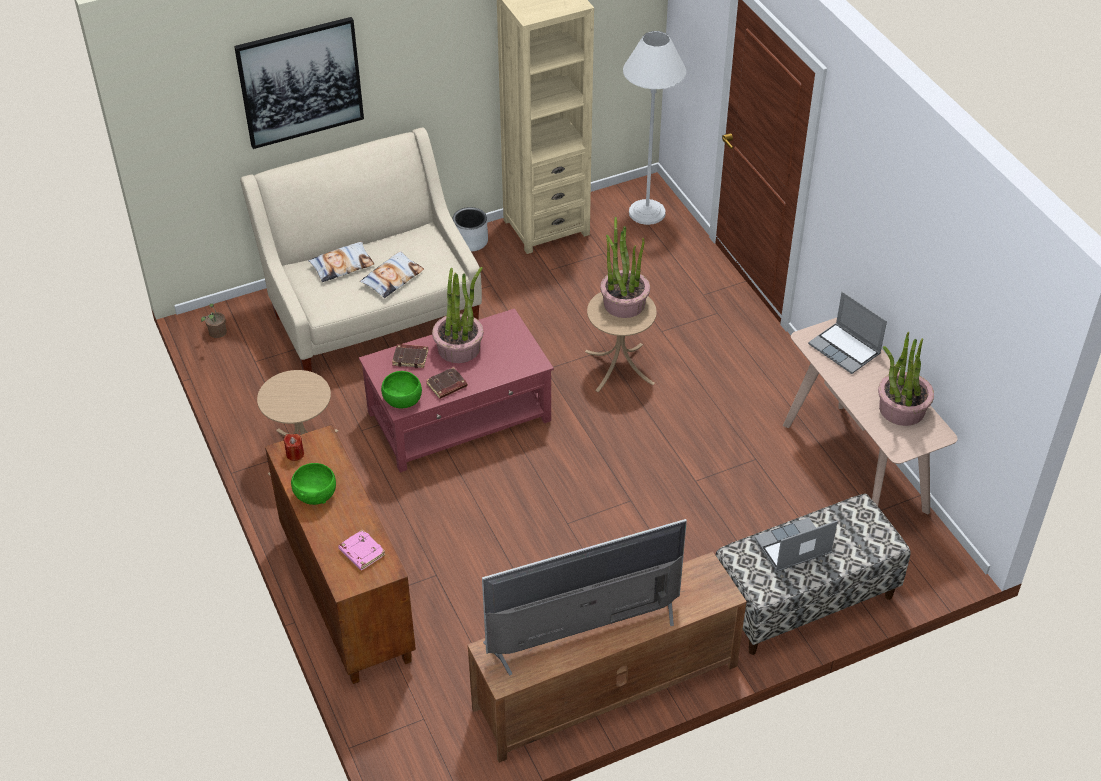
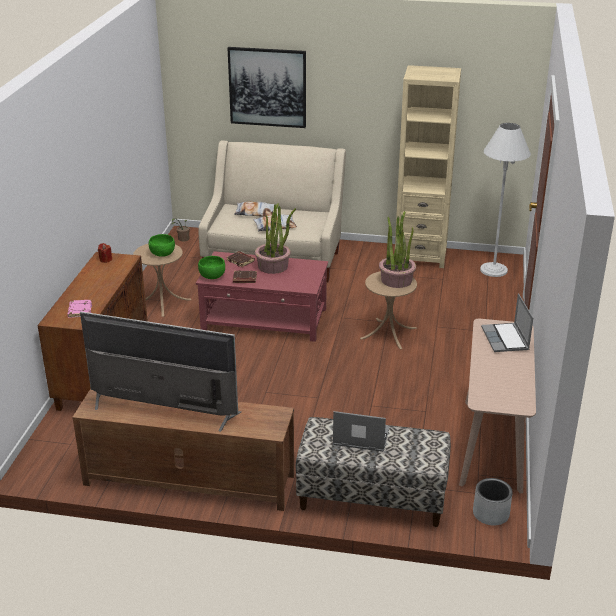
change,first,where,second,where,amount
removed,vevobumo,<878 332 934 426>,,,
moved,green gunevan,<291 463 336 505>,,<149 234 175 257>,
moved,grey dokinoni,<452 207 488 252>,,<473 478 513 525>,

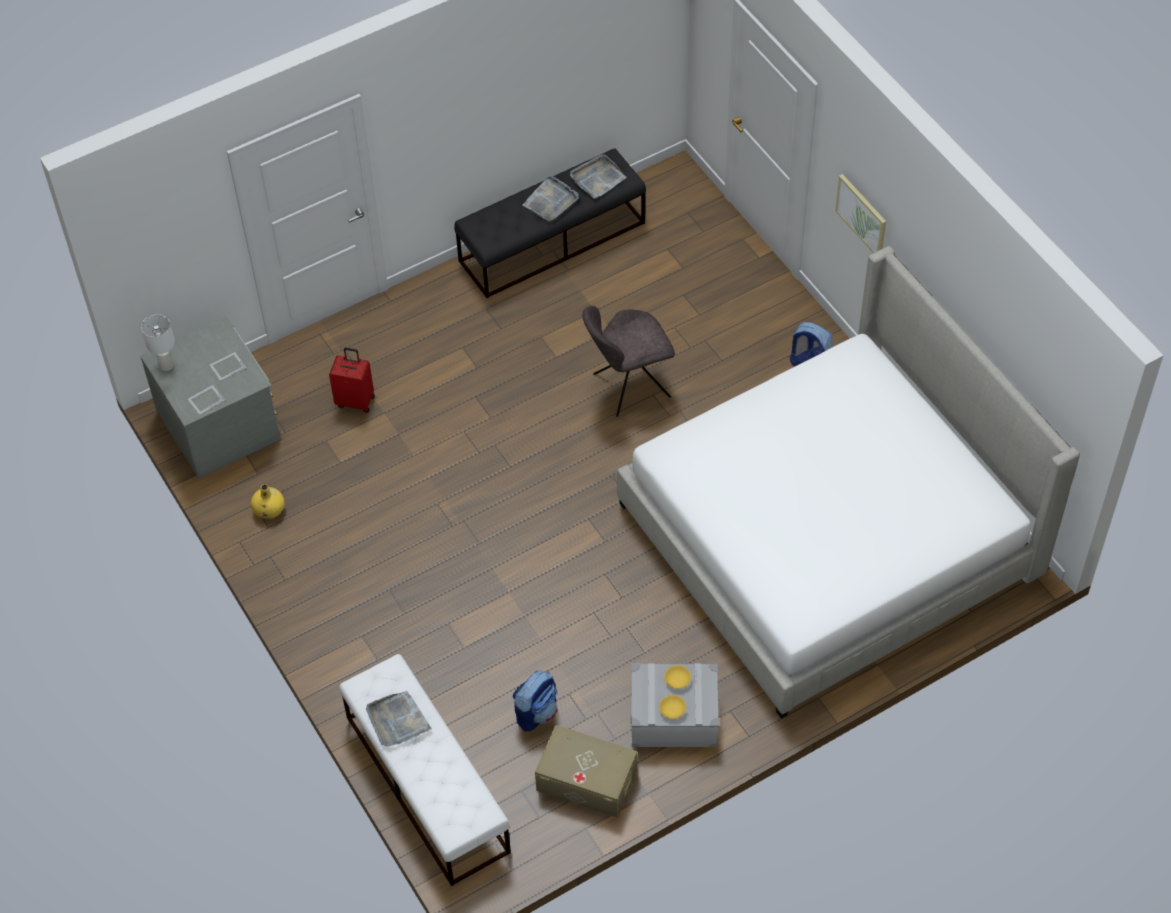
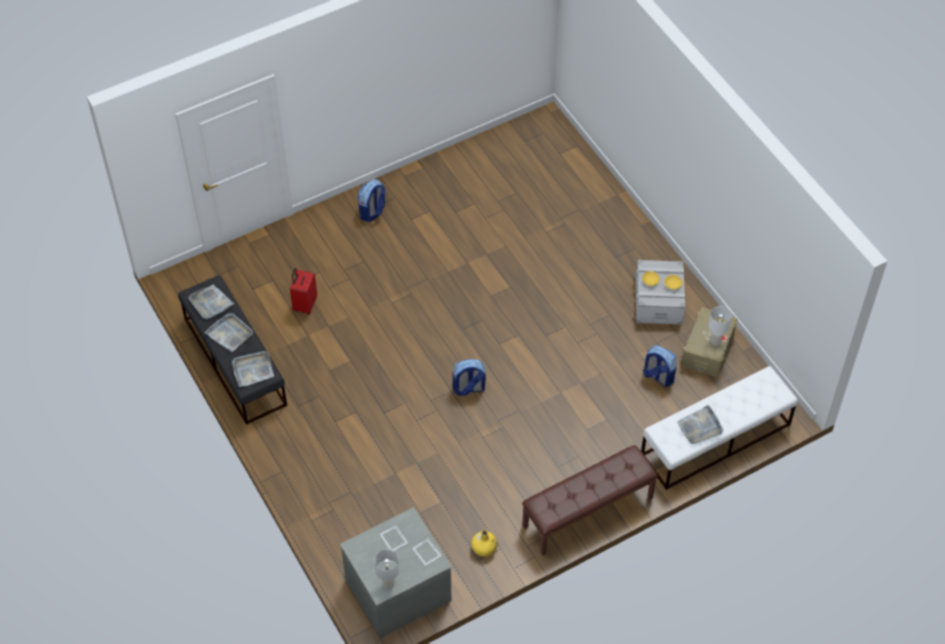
change,first,where,second,where,amount
removed,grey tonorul,<583 306 675 417>,,,
removed,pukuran,<617 246 1080 719>,,,
removed,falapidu,<835 174 886 253>,,,
added,,,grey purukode,<232 351 274 387>,
added,,,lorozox,<452 359 486 396>,
added,,,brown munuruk,<522 445 658 556>,
added,,,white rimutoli,<709 306 732 346>,
moved,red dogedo,<329 348 375 413>,,<290 268 317 315>,

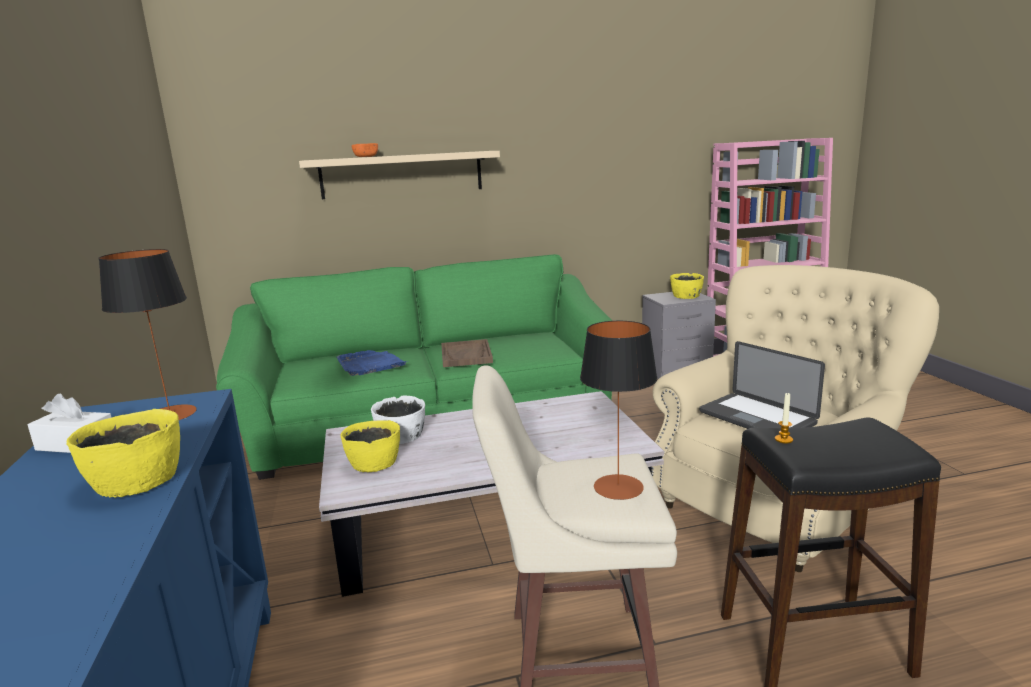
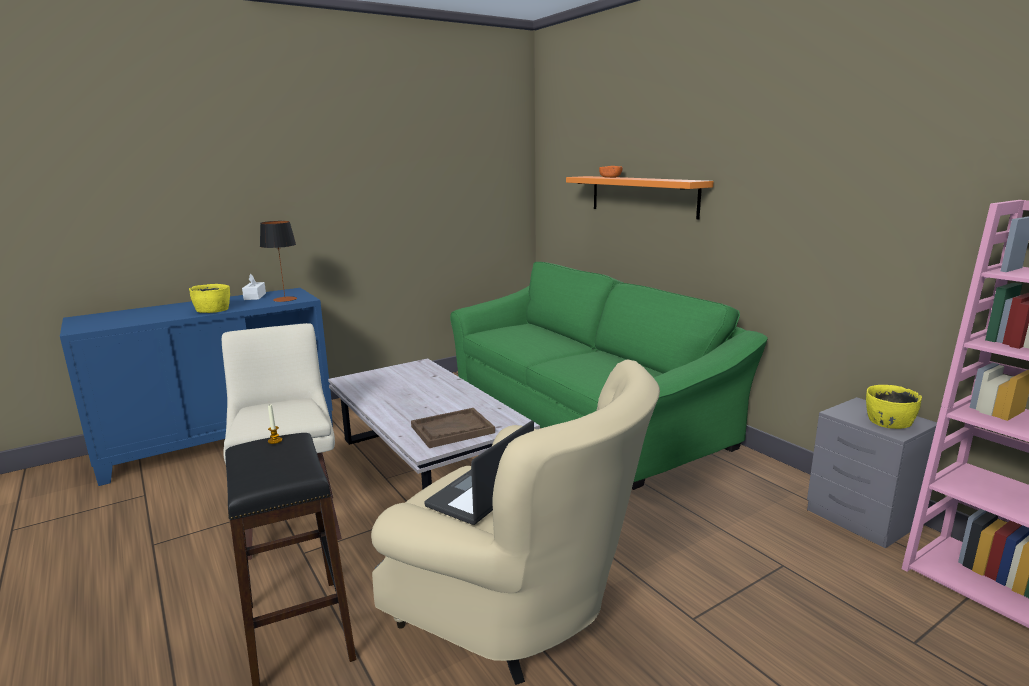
change,first,where,second,where,amount
removed,blue purukode,<337 350 408 376>,,,
removed,yellow gunevan,<340 420 400 472>,,,
removed,white gunevan,<371 396 425 444>,,,
removed,rimutoli,<580 321 657 500>,,,
moved,brown purukode,<441 339 493 367>,,<411 408 495 448>,
recoloured,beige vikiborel,<299 151 500 199>,orange vikiborel,<566 176 714 219>,

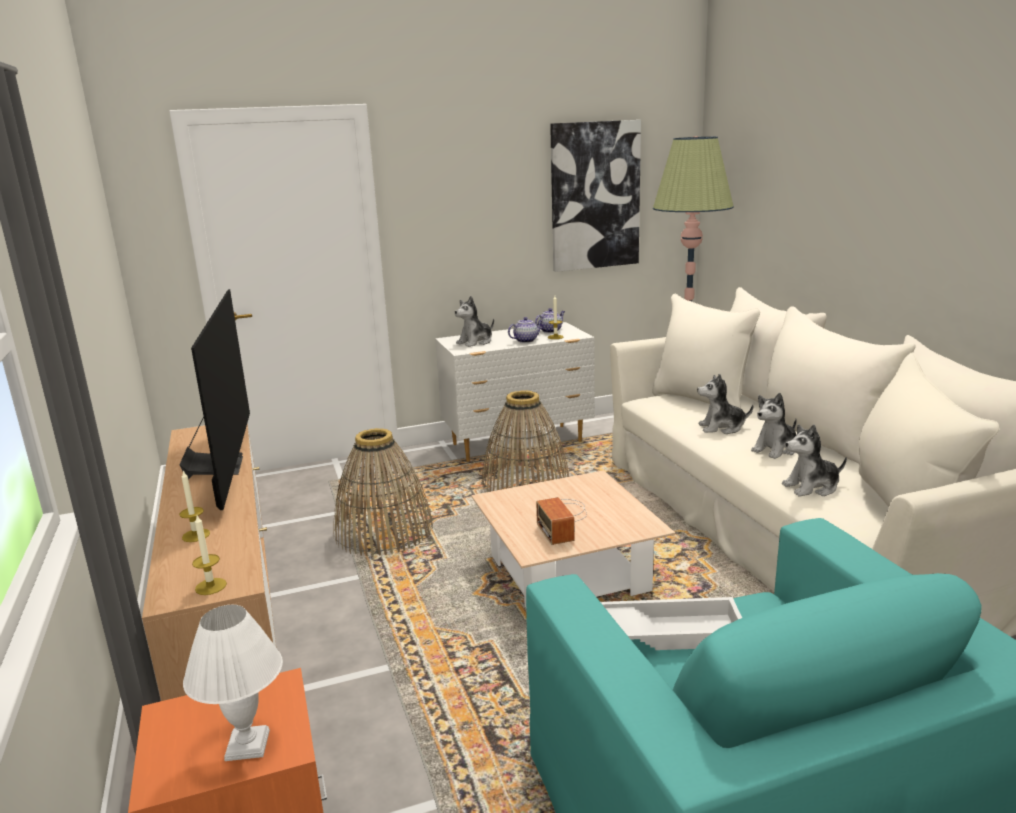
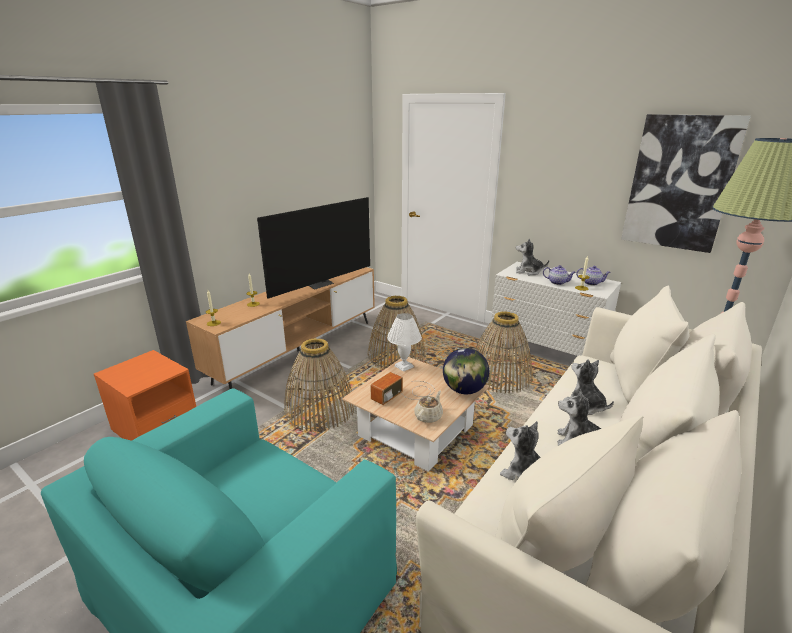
change,first,where,second,where,amount
removed,white purukode,<601 597 742 650>,,,
added,,,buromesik,<284 338 354 432>,
added,,,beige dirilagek,<414 390 443 423>,
added,,,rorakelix,<443 348 489 394>,
moved,white rimutoli,<183 605 283 761>,,<387 313 422 372>,

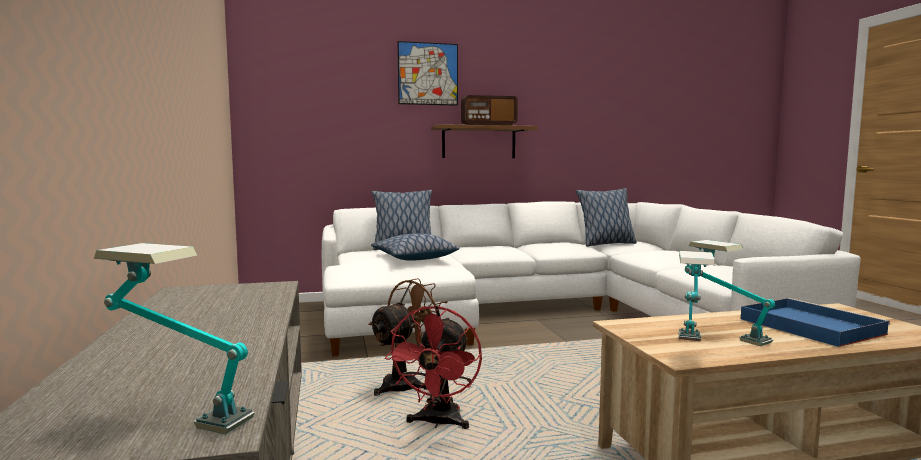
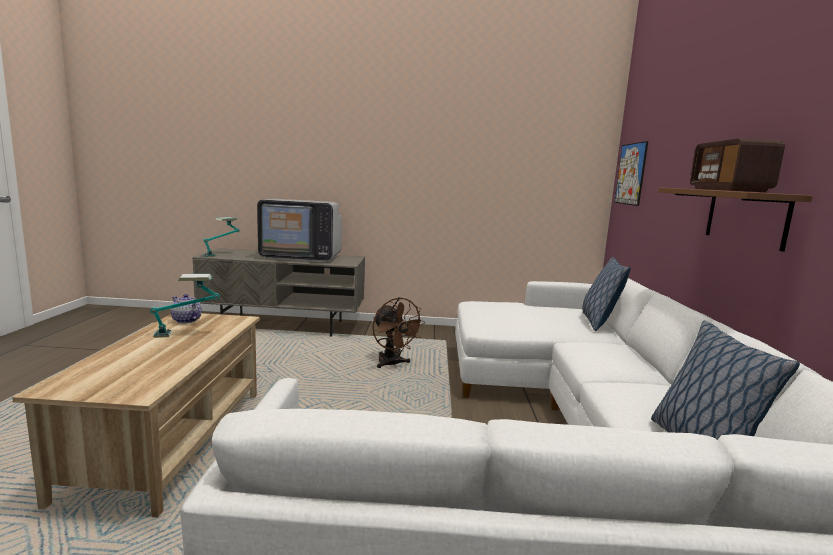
change,first,where,second,where,amount
removed,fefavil,<371 233 460 261>,,,
removed,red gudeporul,<385 305 482 429>,,,
removed,blue purukode,<741 298 890 347>,,,
added,,,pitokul,<257 199 342 263>,
moved,falapidu,<398 41 458 106>,,<614 141 648 206>,
replaced,rimutoli,<679 251 715 341>,dirilagek,<171 294 202 323>,

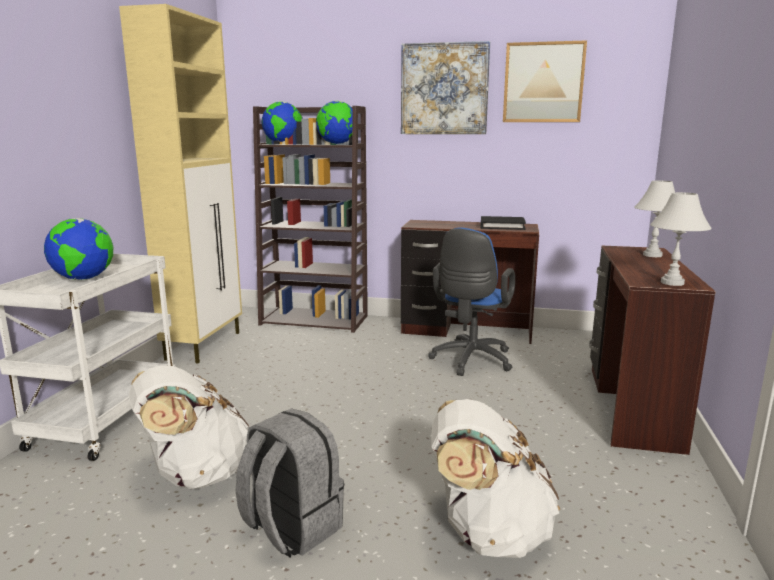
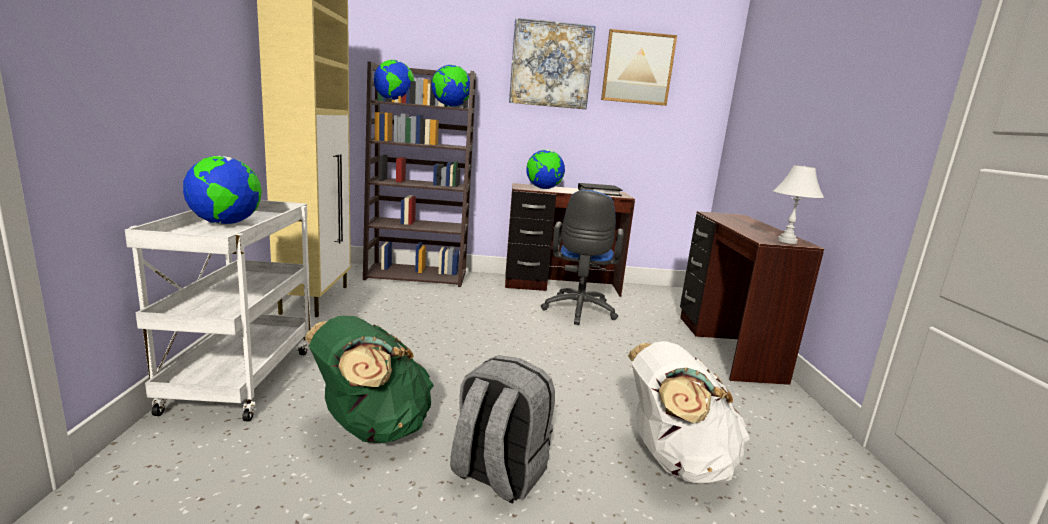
change,first,where,second,where,amount
removed,white rimutoli,<634 180 675 257>,,,
added,,,rorakelix,<526 149 565 189>,
recoloured,white lorozox,<129 366 249 489>,green lorozox,<305 316 434 444>,

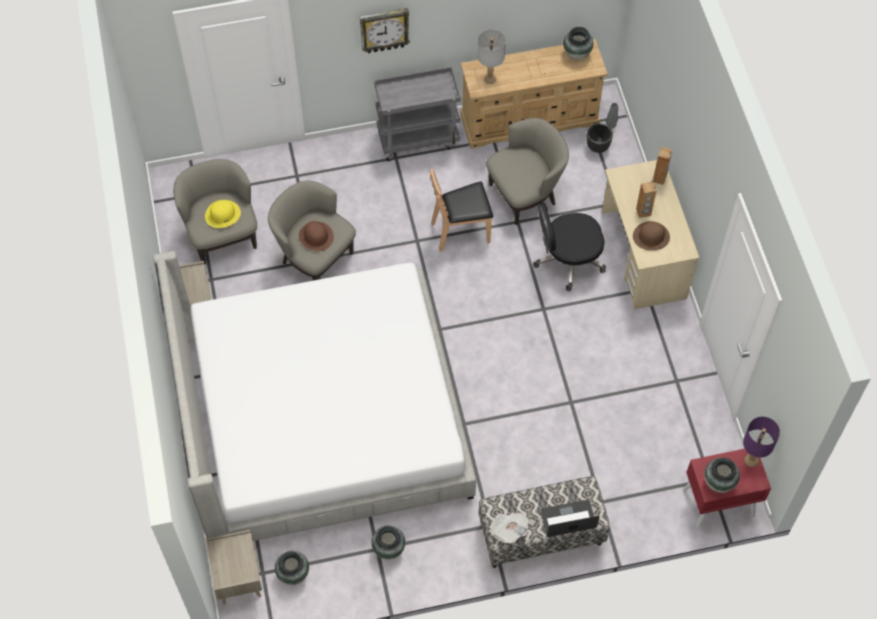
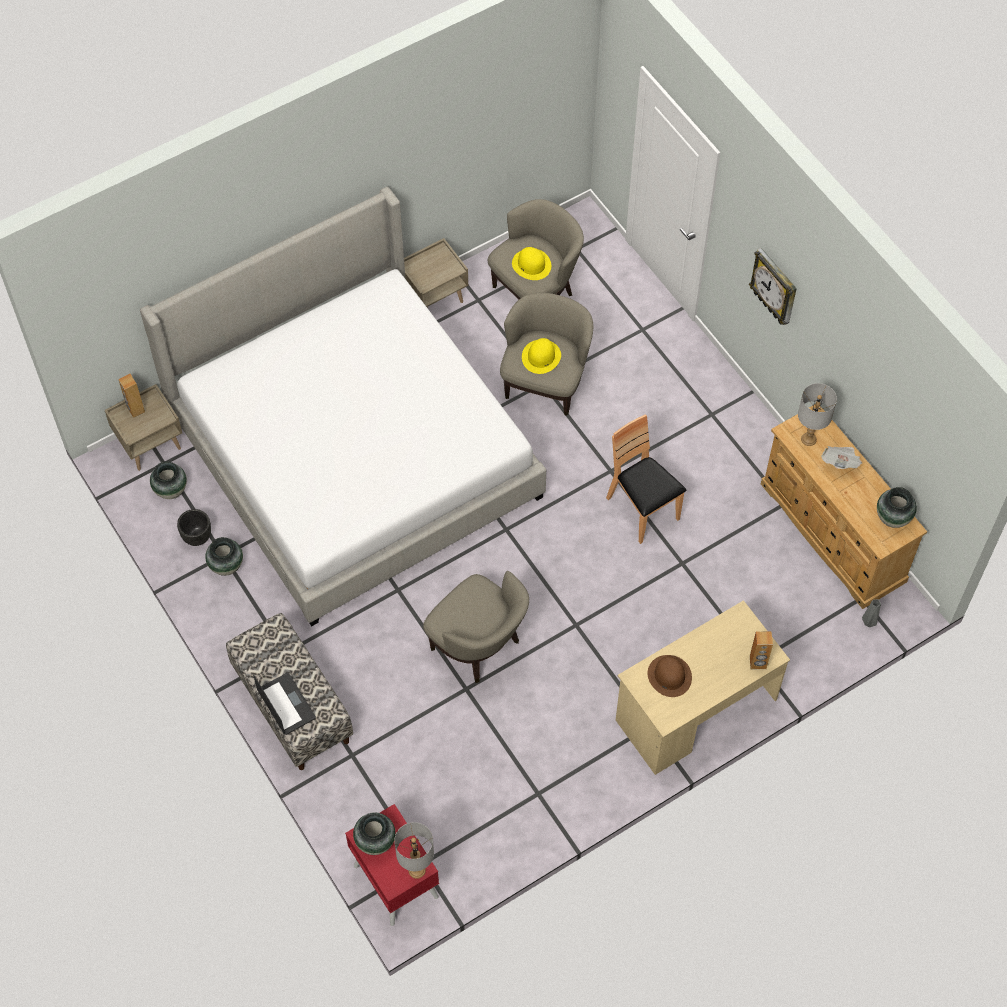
change,first,where,second,where,amount
removed,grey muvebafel,<374 66 461 161>,,,
removed,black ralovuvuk,<533 202 606 291>,,,
moved,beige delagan,<486 118 569 225>,,<423 571 529 683>,
moved,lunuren,<491 512 529 543>,,<821 446 862 469>,
moved,black dokinoni,<586 123 613 153>,,<177 509 211 546>,
moved,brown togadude,<636 182 656 218>,,<118 374 145 418>,
recoloured,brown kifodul,<299 221 334 251>,yellow kifodul,<522 338 561 374>,
recoloured,purple rimutoli,<743 417 780 467>,grey rimutoli,<394 822 434 879>,

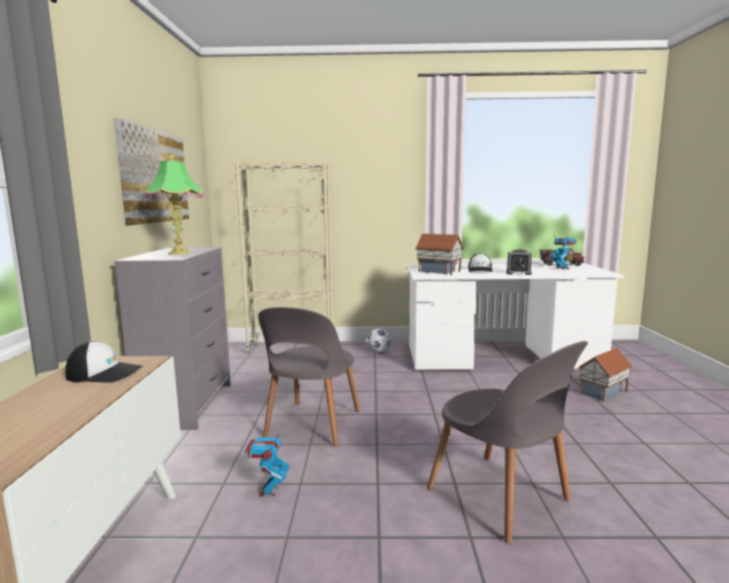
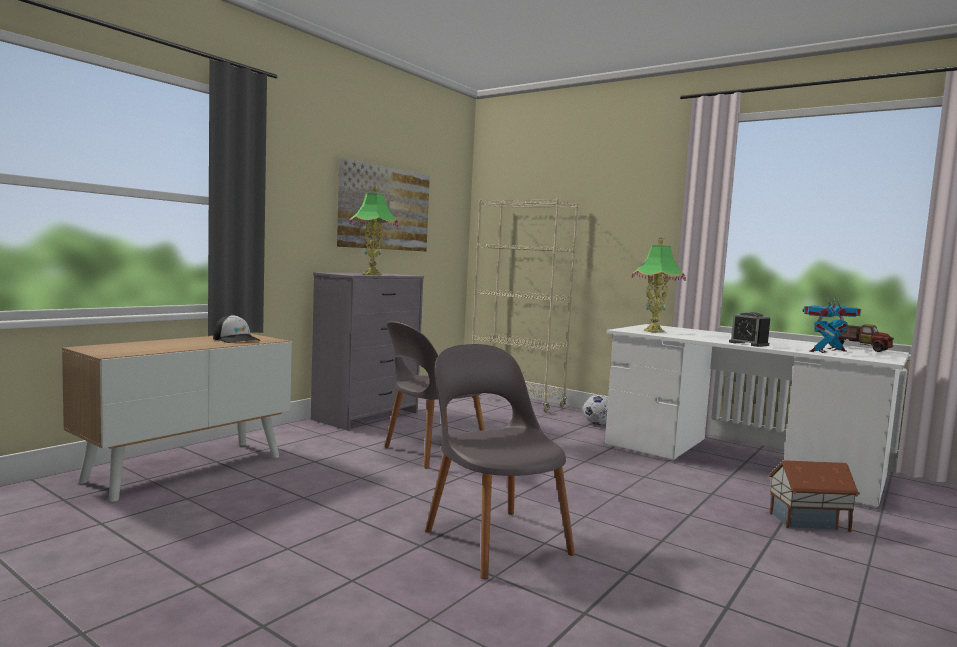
change,first,where,second,where,amount
removed,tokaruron,<468 253 493 272>,,,
moved,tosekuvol,<245 426 289 497>,,<802 299 841 353>,
replaced,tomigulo,<415 234 464 275>,rimutoli,<632 238 686 333>,
turned,grey tonorul,<427 341 588 544>,,<425 344 575 579>,150 degrees clockwise

